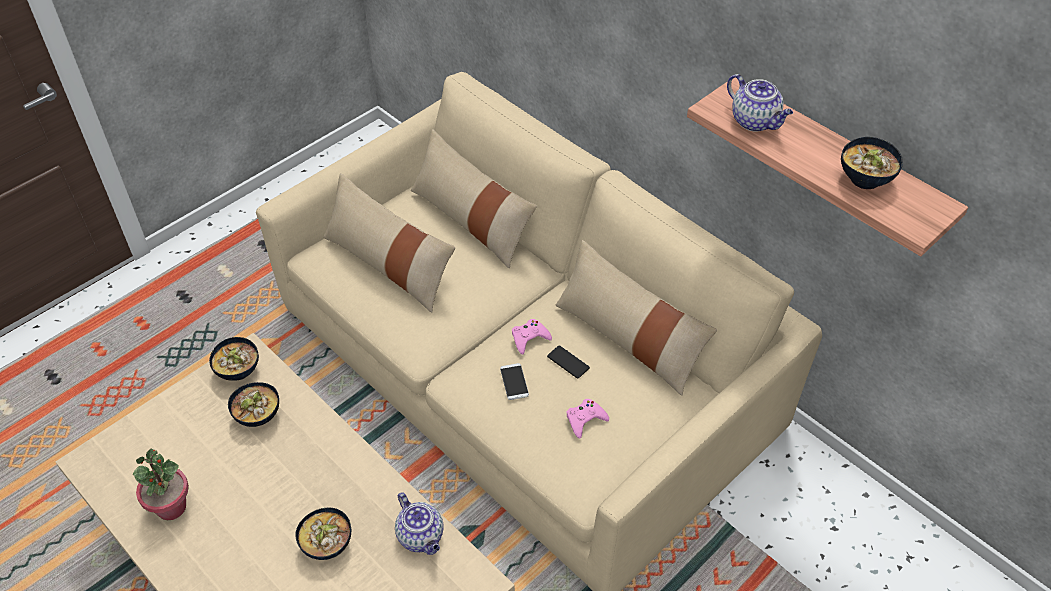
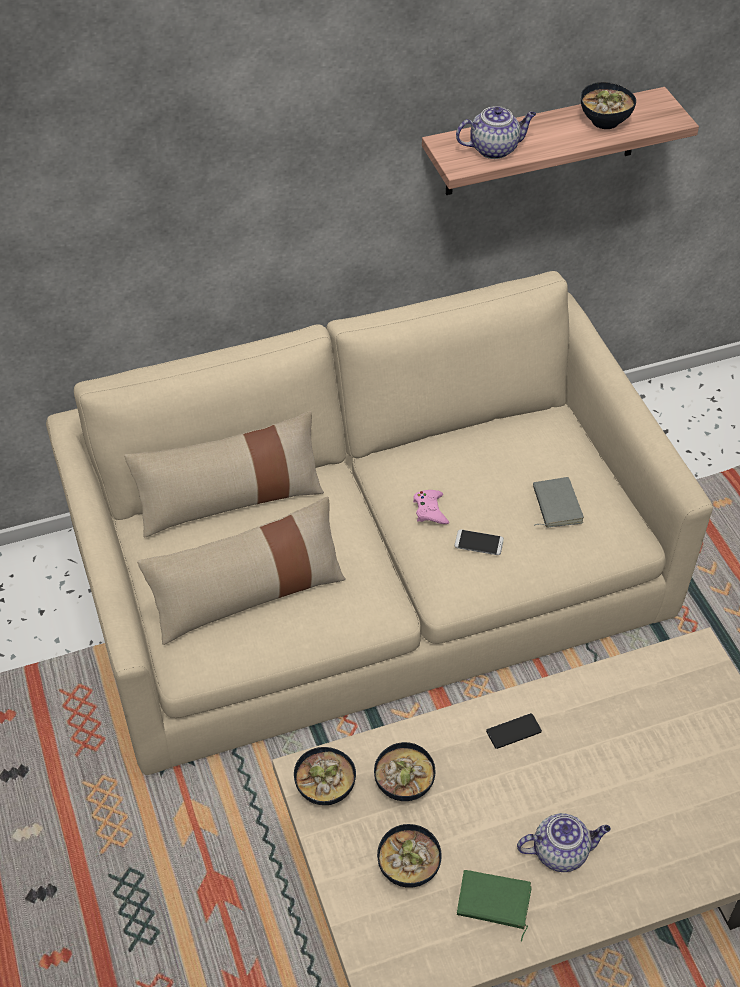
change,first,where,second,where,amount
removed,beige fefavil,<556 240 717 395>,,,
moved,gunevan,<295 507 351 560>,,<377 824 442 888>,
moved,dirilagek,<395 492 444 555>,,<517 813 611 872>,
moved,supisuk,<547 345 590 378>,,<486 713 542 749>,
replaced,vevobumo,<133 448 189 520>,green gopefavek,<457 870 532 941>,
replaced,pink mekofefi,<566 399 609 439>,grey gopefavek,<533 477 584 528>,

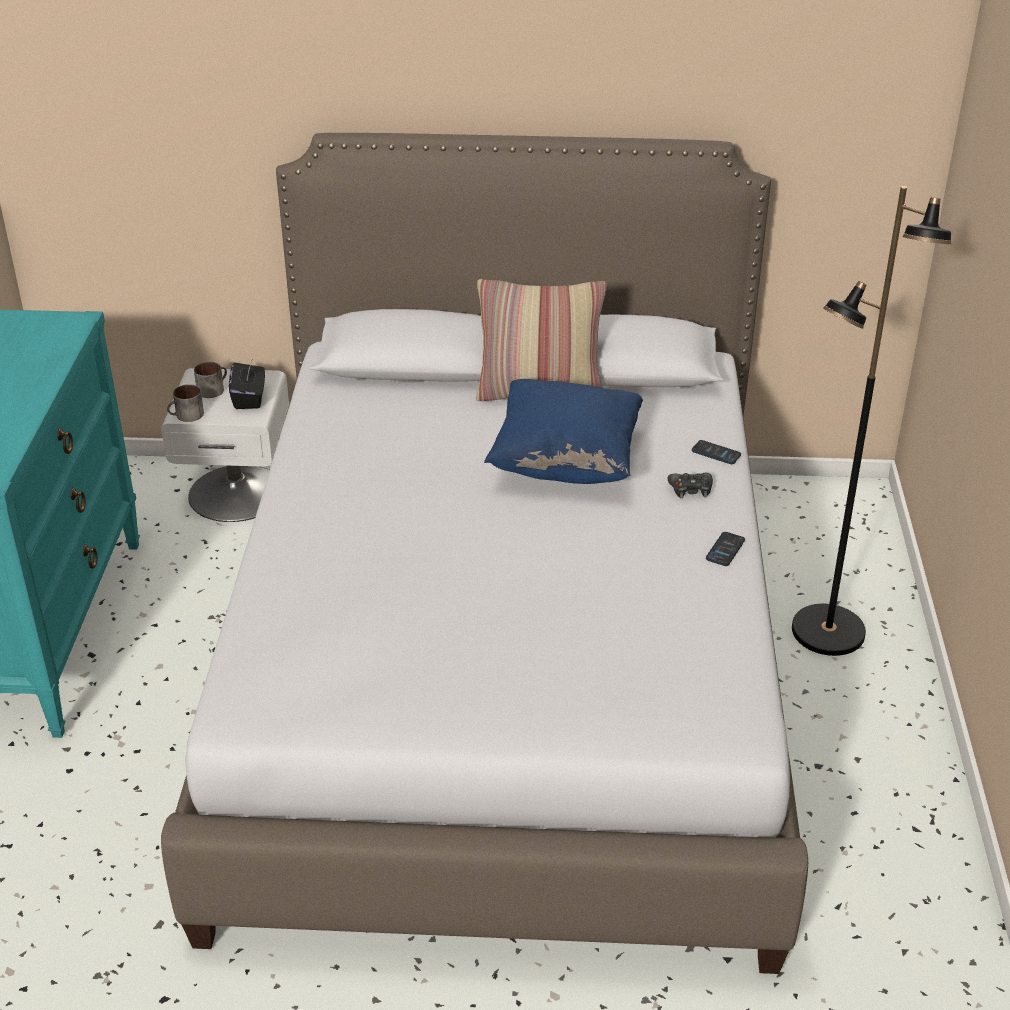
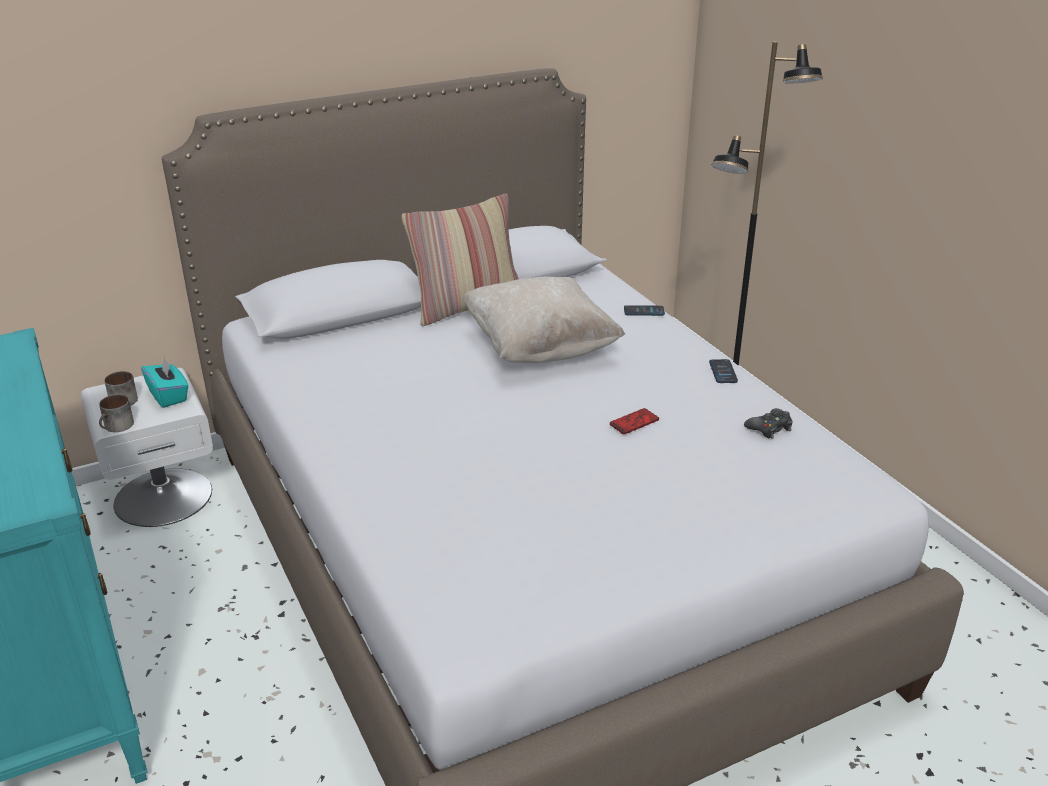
change,first,where,second,where,amount
added,,,supisuk,<610 408 659 434>,
moved,black mekofefi,<667 473 713 498>,,<744 408 793 439>,
recoloured,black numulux,<229 361 265 409>,turquoise numulux,<141 356 189 408>,
recoloured,blue fefavil,<484 379 643 484>,beige fefavil,<461 277 625 363>,

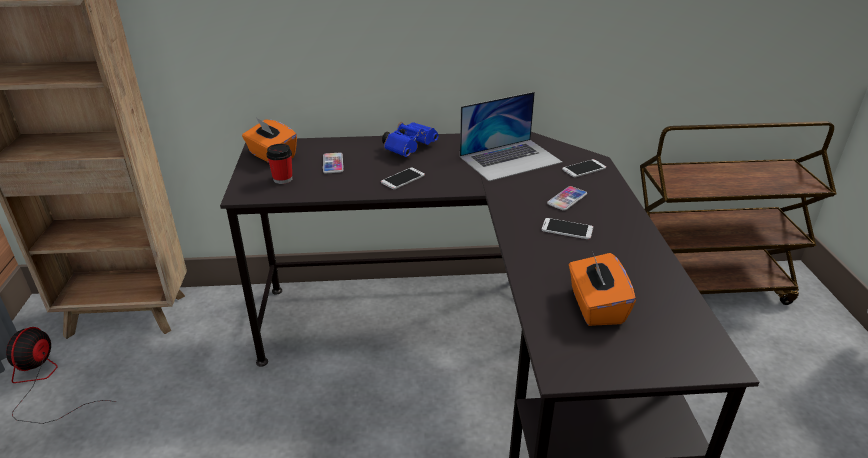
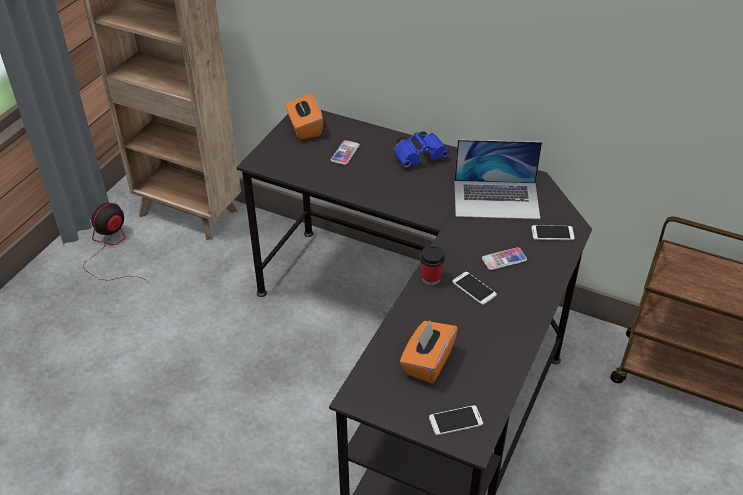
change,first,where,second,where,amount
moved,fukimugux,<266 144 292 184>,,<420 246 445 285>,
moved,supisuk,<381 167 425 189>,,<429 405 483 435>,

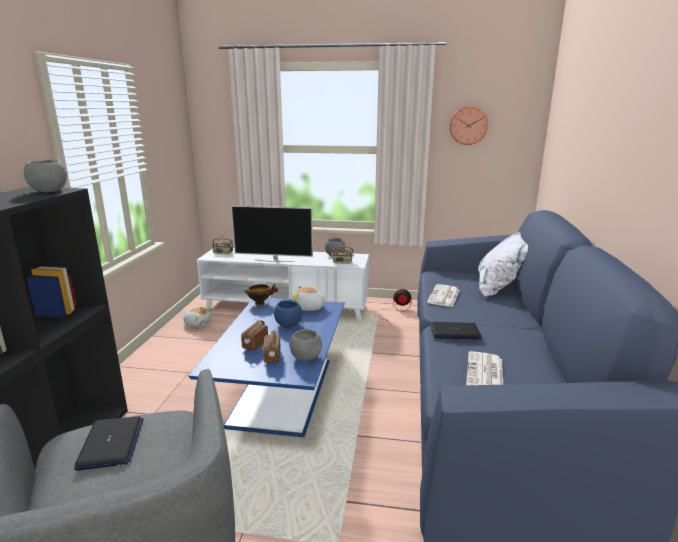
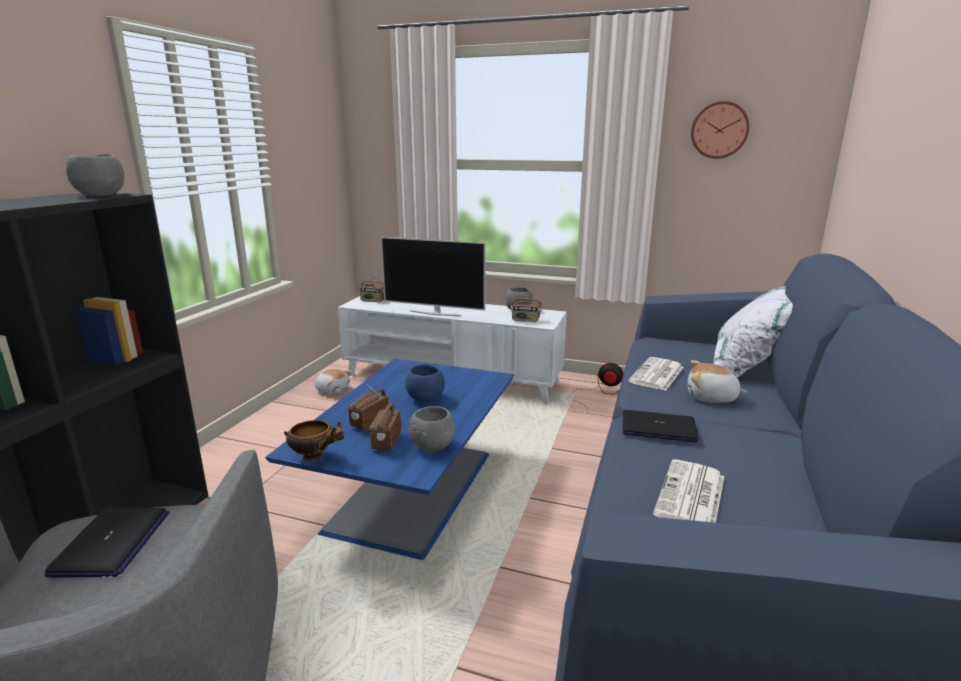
change,first,where,second,where,amount
moved,gunevan,<245 283 278 306>,,<284 420 344 462>,
moved,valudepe,<292 285 329 311>,,<687 360 748 403>,

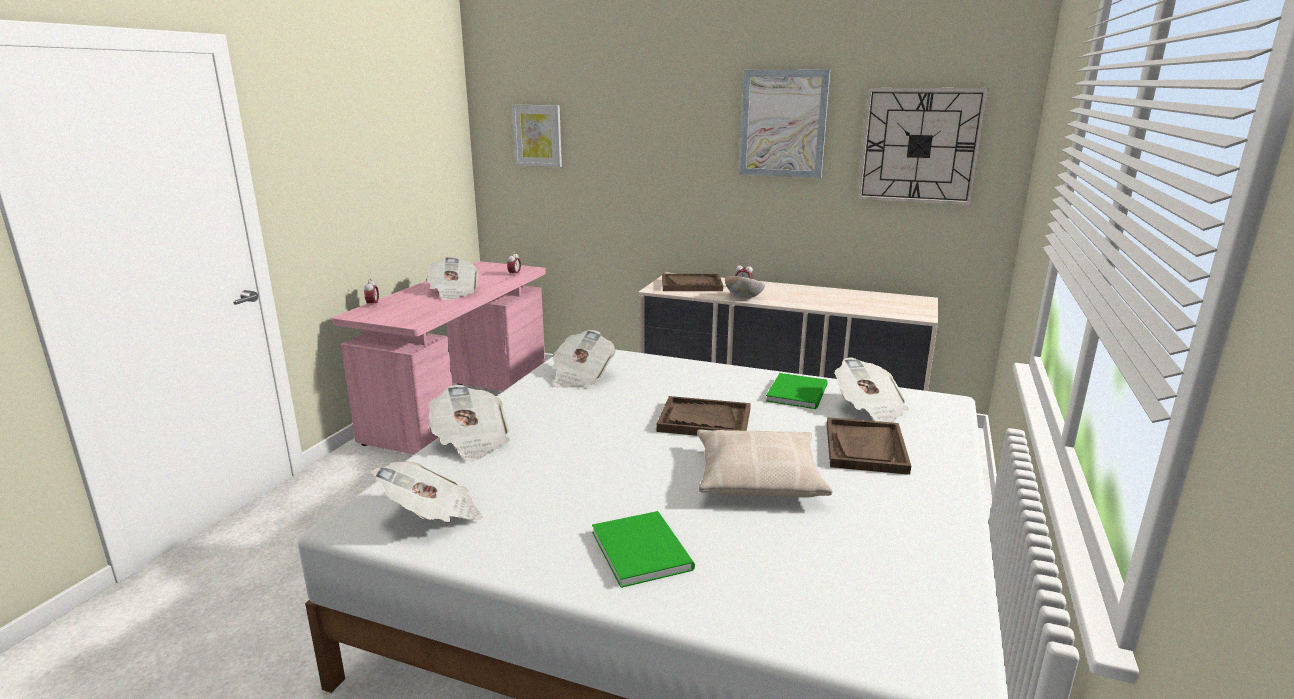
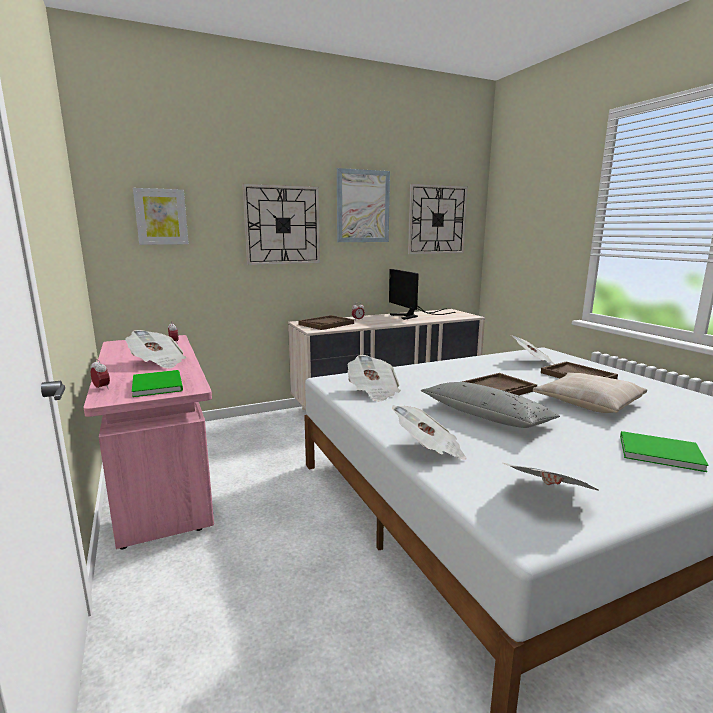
change,first,where,second,where,amount
removed,gunevan,<725 276 765 298>,,,
added,,,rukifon,<242 184 320 265>,
added,,,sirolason,<389 269 456 320>,
added,,,grey fefavil,<421 382 560 428>,
moved,green gopefavek,<766 373 828 409>,,<132 370 183 397>,

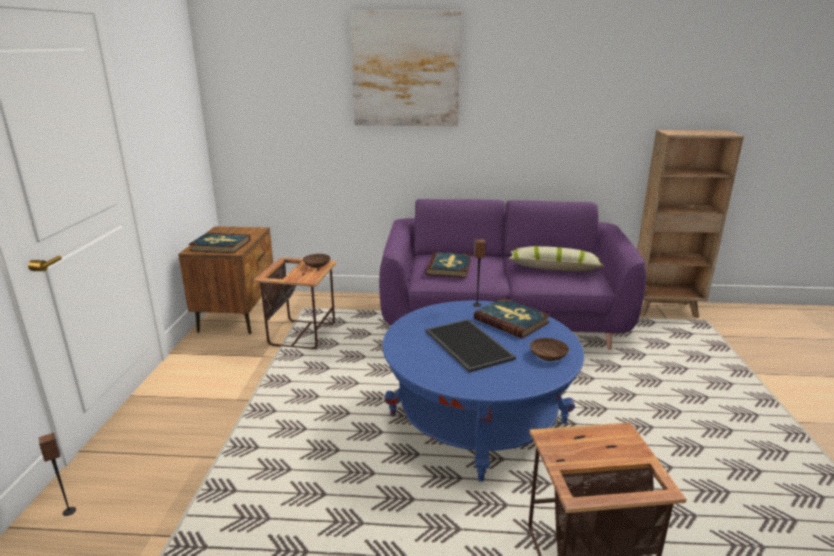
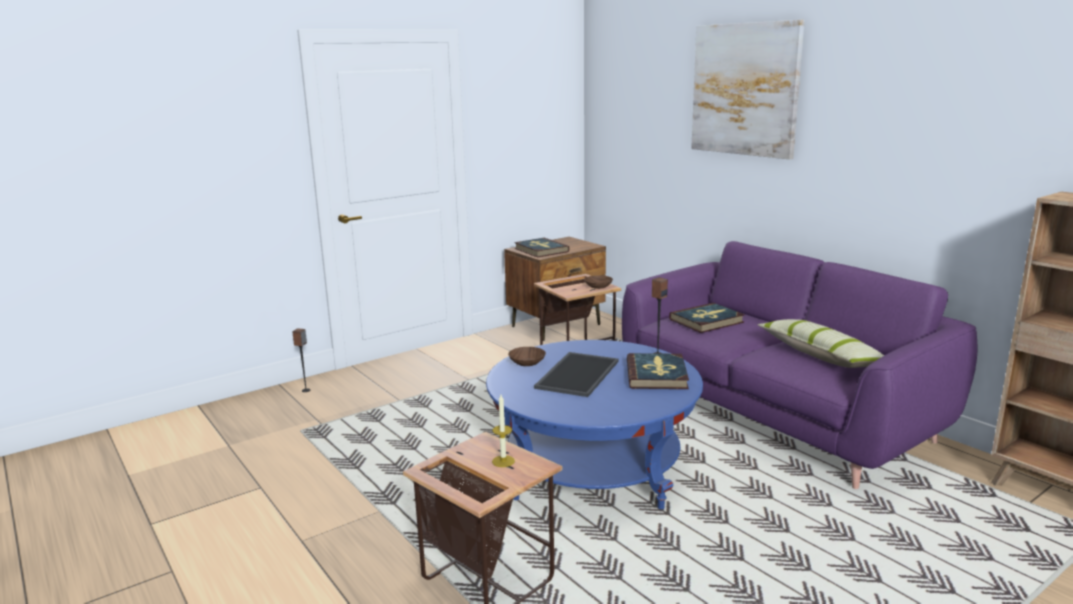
change,first,where,second,where,amount
added,,,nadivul,<492 395 515 467>,
moved,brown gunevan,<530 338 569 361>,,<508 347 546 366>,

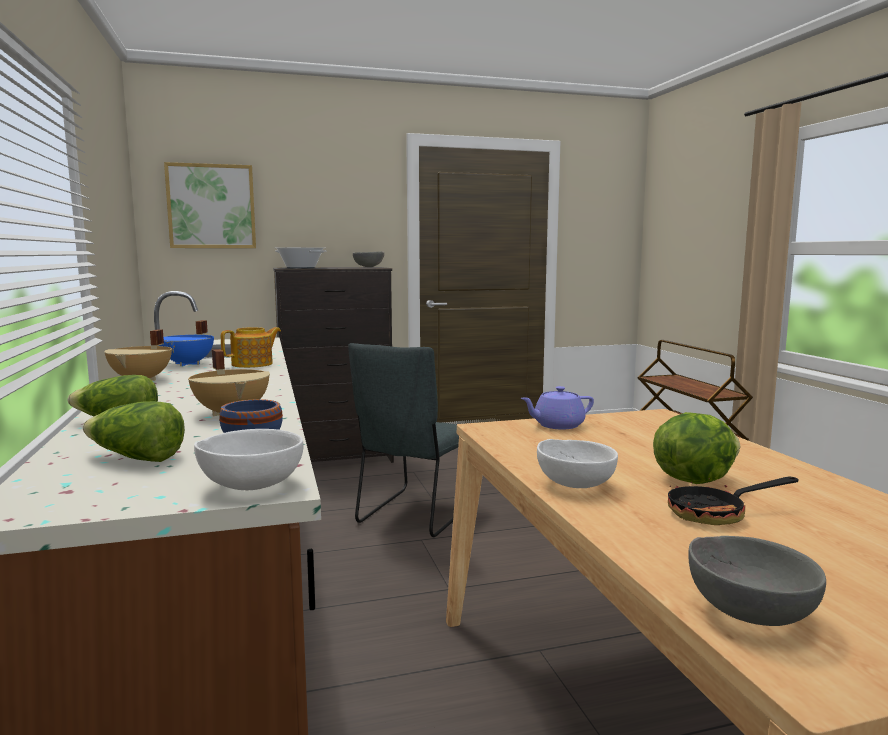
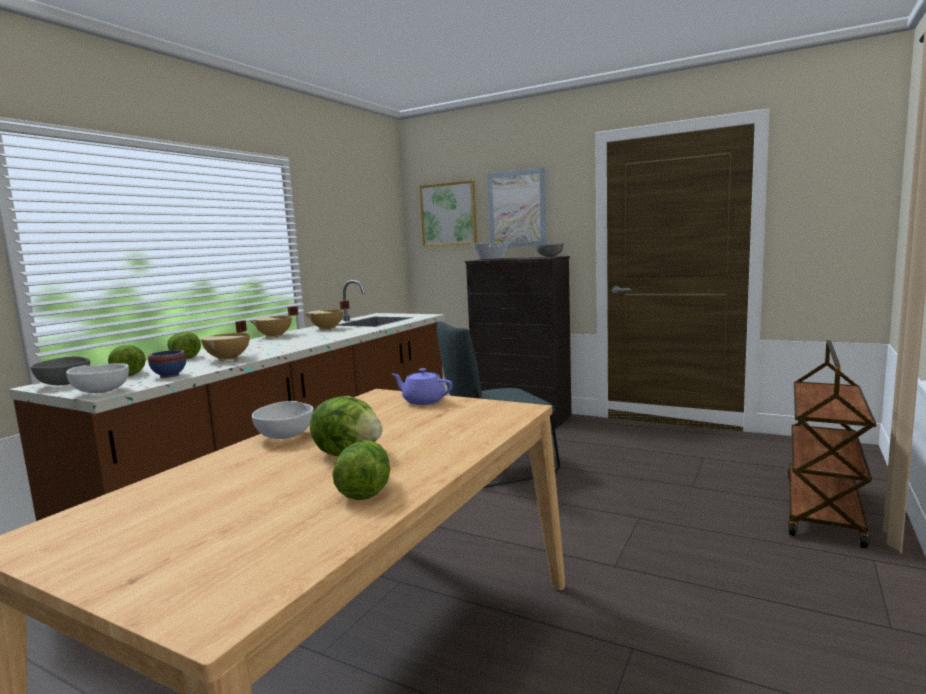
change,first,where,second,where,amount
removed,dirilagek,<221 327 281 368>,,,
removed,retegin,<668 476 799 525>,,,
added,,,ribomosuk,<332 440 390 500>,
added,,,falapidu,<487 167 547 247>,
moved,grey gunevan,<688 536 826 626>,,<31 356 90 385>,
recoloured,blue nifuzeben,<159 320 214 366>,beige nifuzeben,<305 300 350 330>,

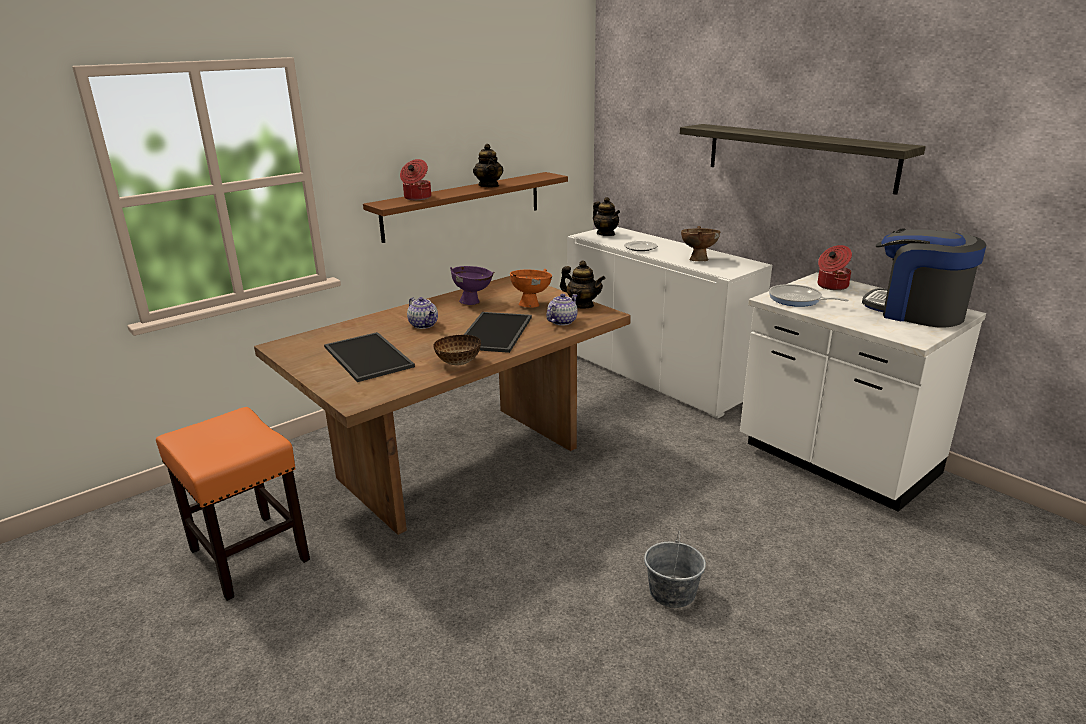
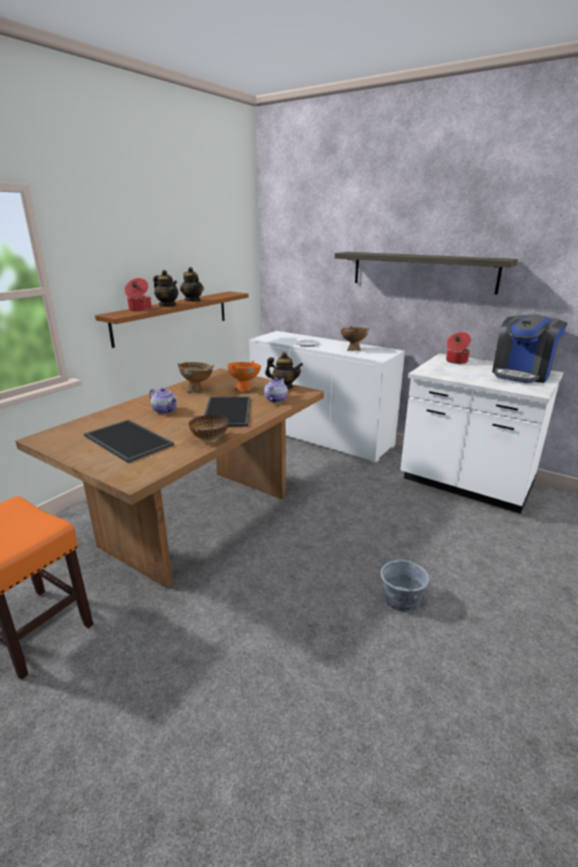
change,first,where,second,where,amount
removed,retegin,<769 284 849 307>,,,
moved,dirilagek,<593 197 620 236>,,<153 270 178 306>,
recoloured,purple gunevan,<450 266 494 305>,brown gunevan,<178 362 214 393>,
turned,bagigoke,<862 228 987 328>,,<492 314 567 383>,75 degrees counterclockwise

